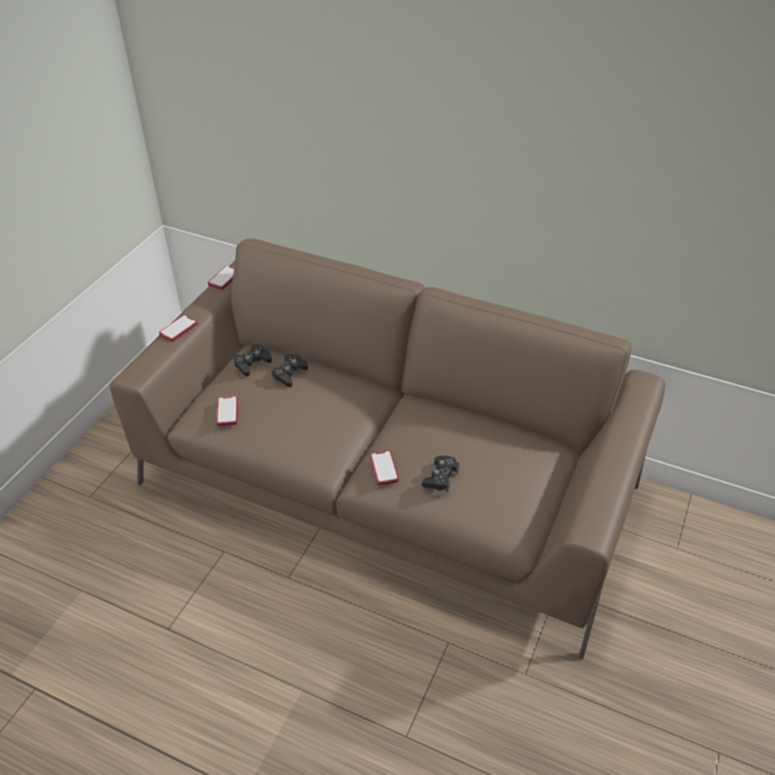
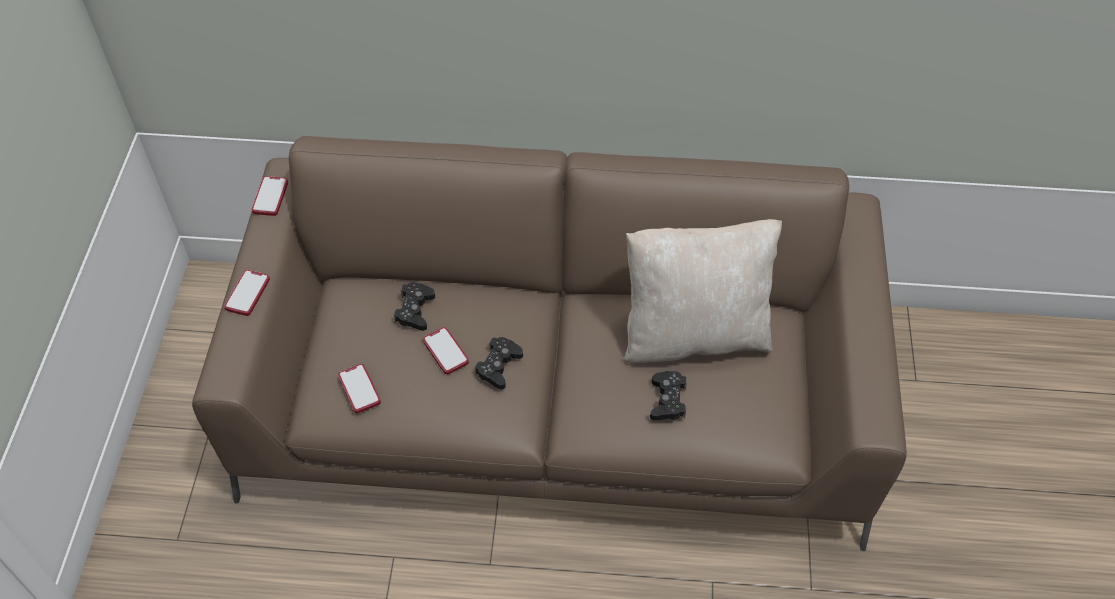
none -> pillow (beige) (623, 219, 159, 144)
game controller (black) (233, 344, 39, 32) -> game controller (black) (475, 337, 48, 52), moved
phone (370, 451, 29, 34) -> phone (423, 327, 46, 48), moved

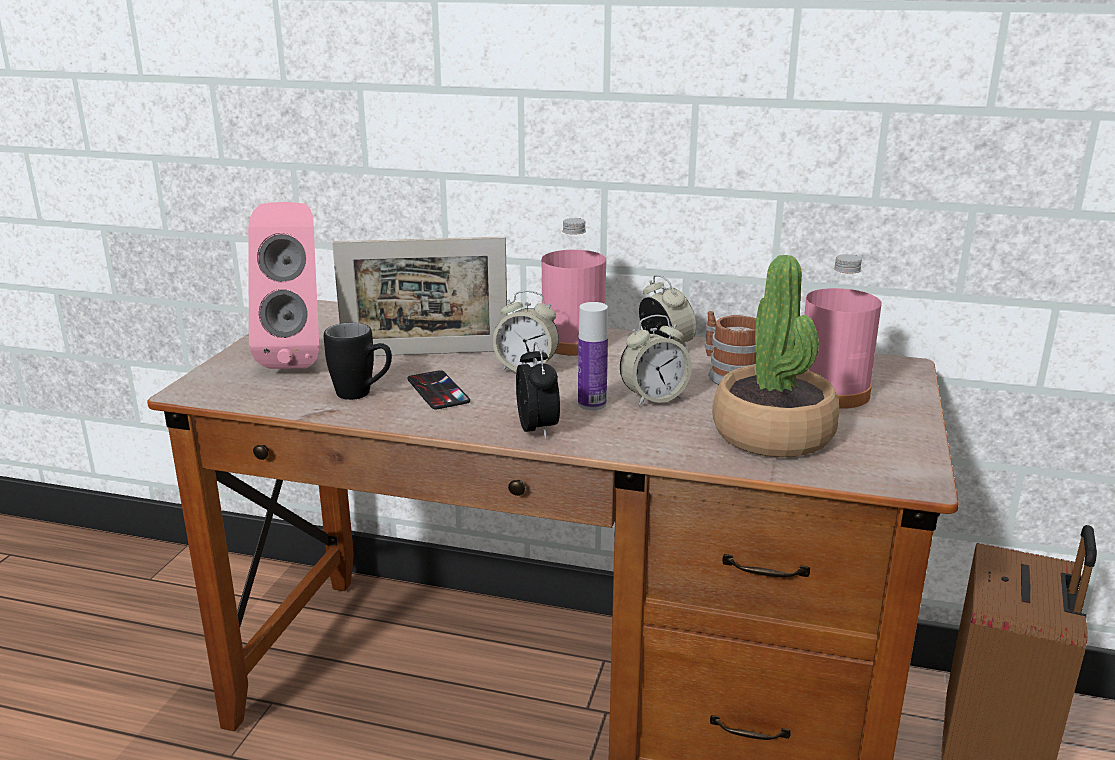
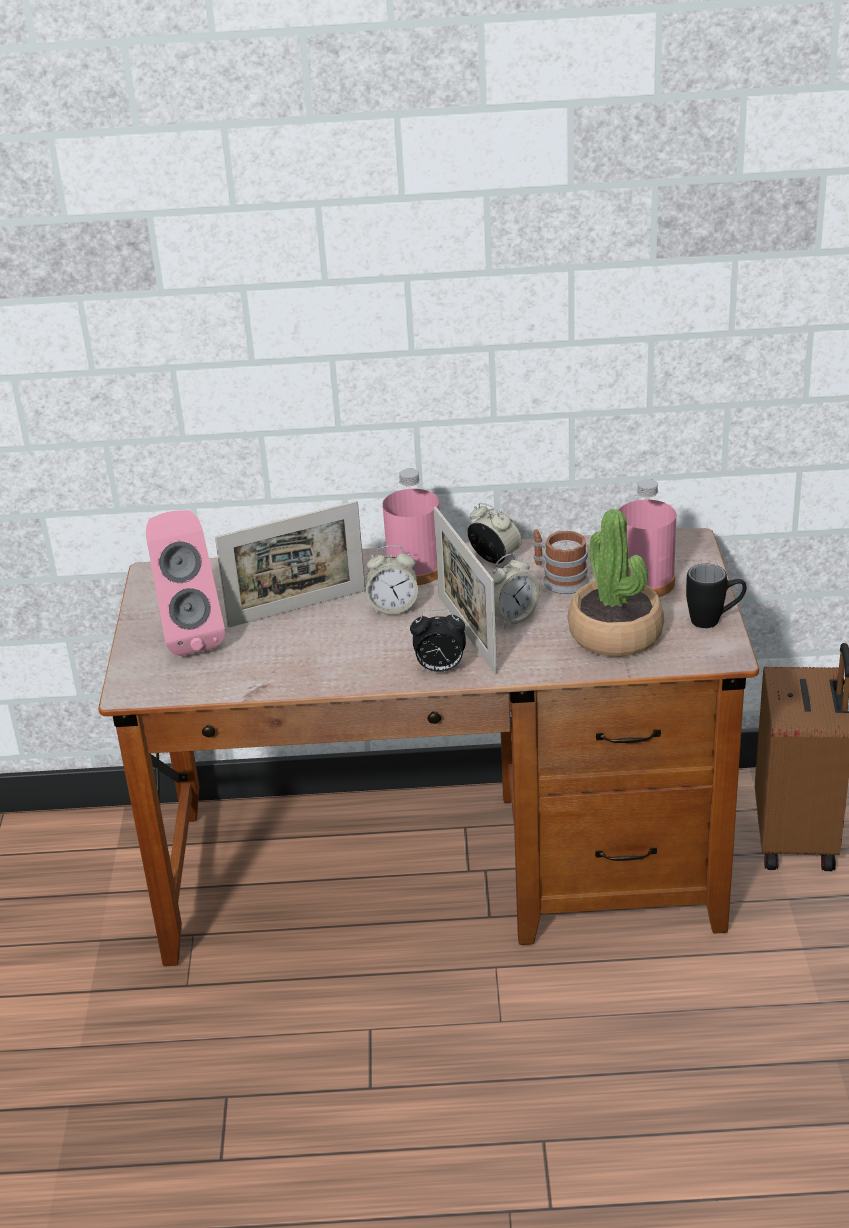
phone (407, 370, 63, 39) -> none
mug (black) (324, 323, 68, 77) -> mug (black) (686, 564, 61, 64), moved
bottle (578, 302, 30, 108) -> picture frame (434, 507, 63, 167)
alarm clock (516, 342, 44, 98) -> alarm clock (410, 609, 56, 63), 120 degrees clockwise

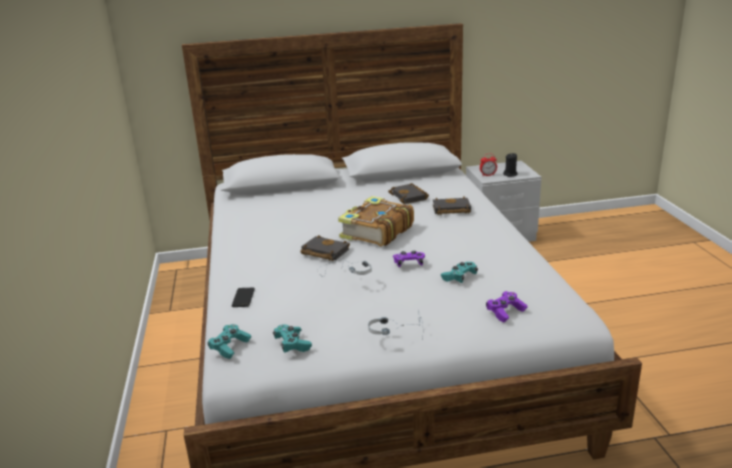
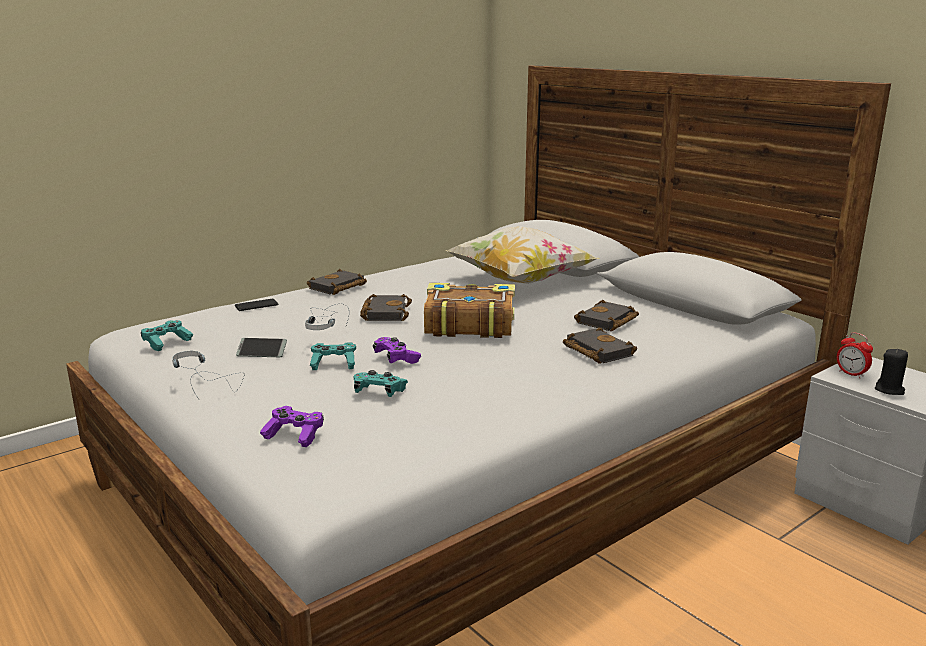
none -> phone (236, 338, 51, 19)
none -> book (black) (307, 269, 60, 26)
none -> pillow (445, 226, 153, 58)
game controller (turquoise) (207, 324, 44, 35) -> game controller (turquoise) (310, 342, 46, 28), moved

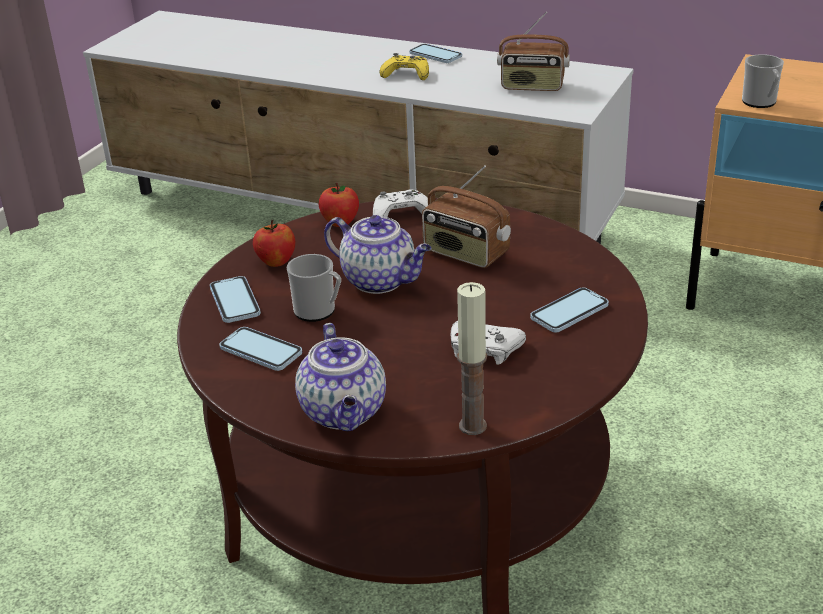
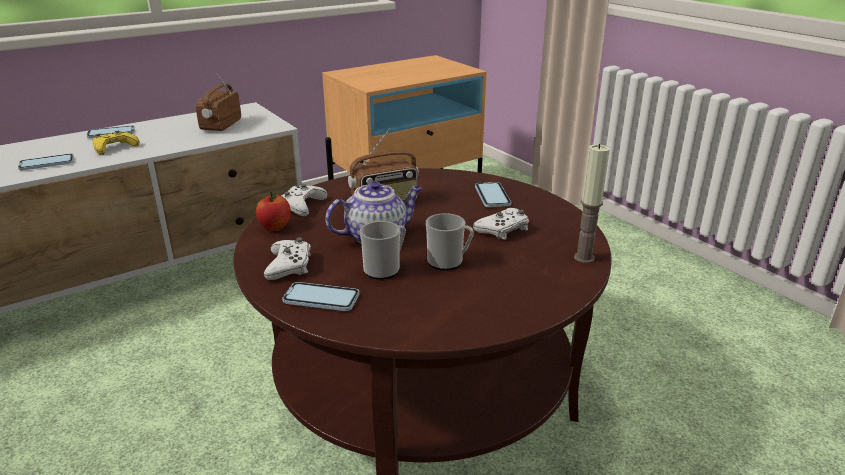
teapot (295, 323, 91, 108) -> none
phone (219, 327, 83, 44) -> phone (18, 154, 56, 16), moved
mug (742, 54, 42, 54) -> mug (426, 213, 48, 58), moved
apple (253, 220, 42, 47) -> game controller (white) (264, 237, 47, 43)
radio (497, 12, 73, 79) -> radio (195, 73, 46, 59), 150 degrees clockwise

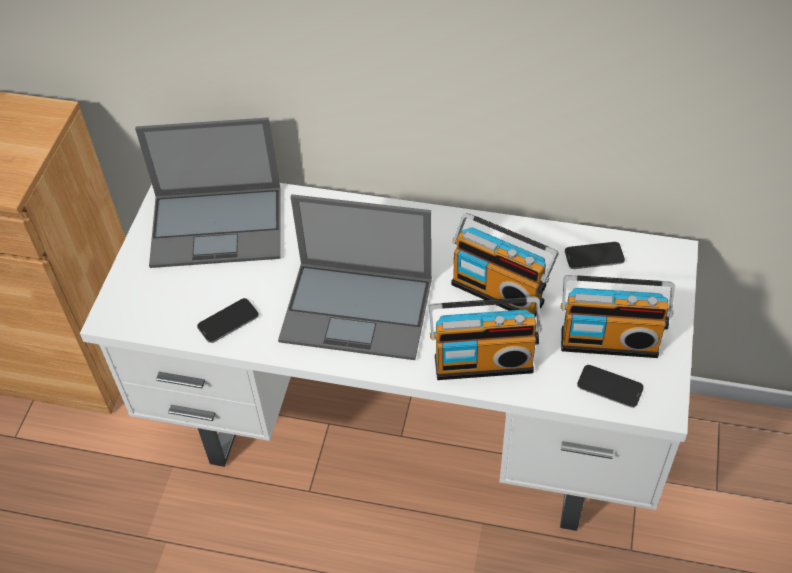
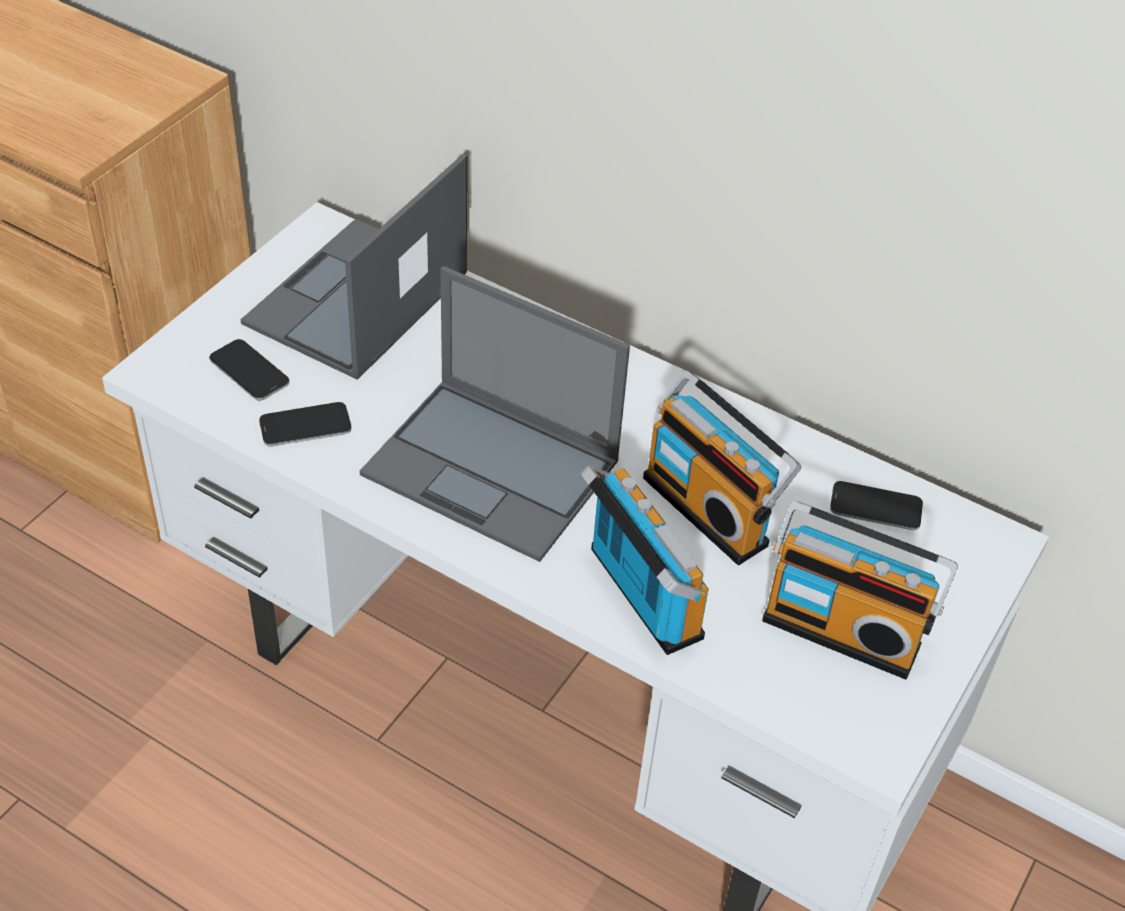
phone (577, 365, 67, 43) -> phone (209, 339, 81, 61), moved
laptop (135, 117, 146, 151) -> laptop (240, 154, 227, 226), 105 degrees clockwise
radio (429, 296, 113, 84) -> radio (581, 464, 127, 191), 135 degrees counterclockwise

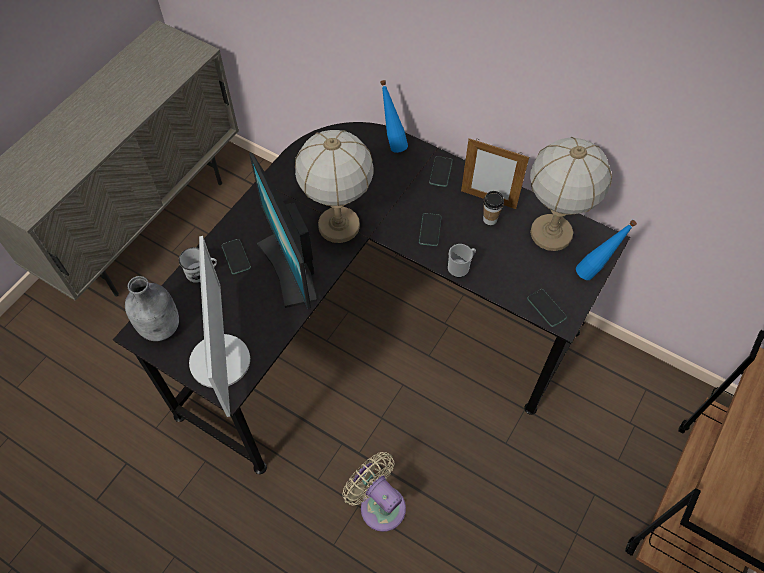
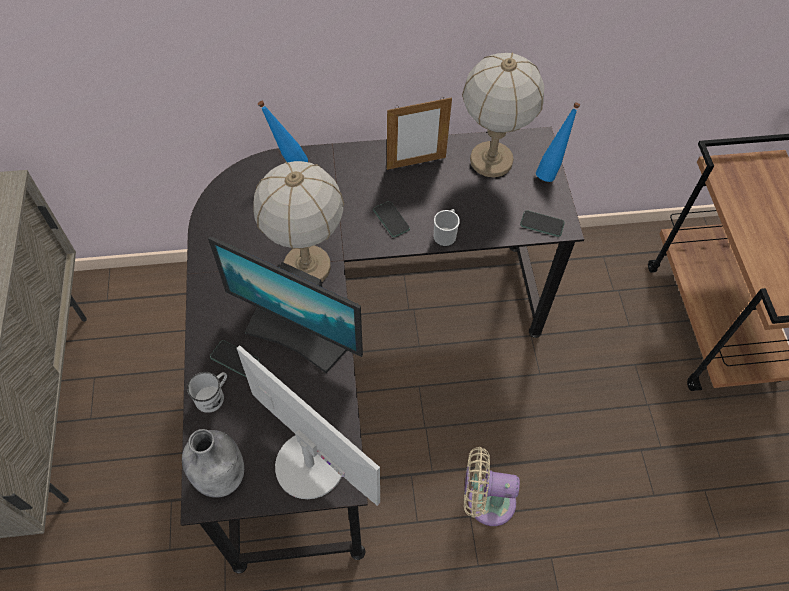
phone (429, 156, 24, 31) -> none
cup (483, 191, 21, 34) -> none

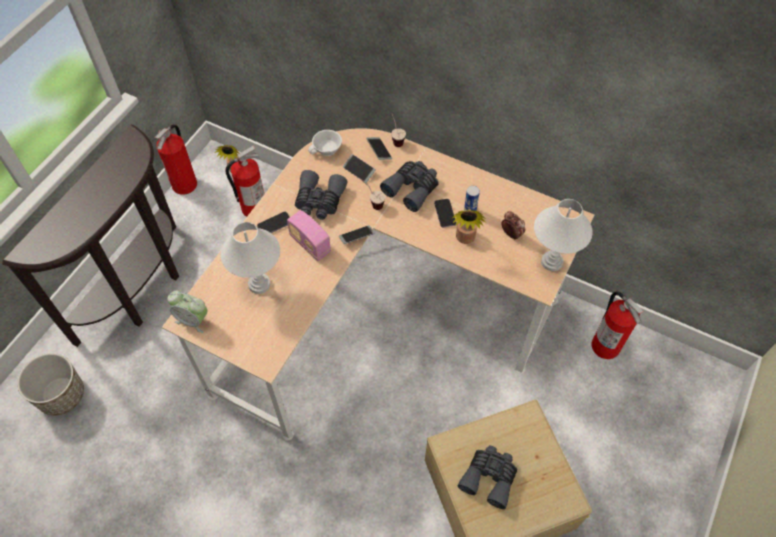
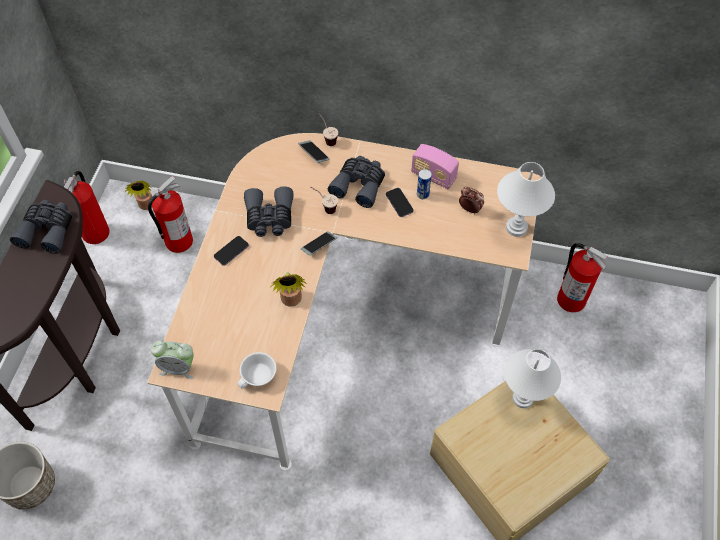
phone (343, 154, 32, 29) -> none
table lamp (white) (221, 222, 59, 72) -> table lamp (white) (504, 349, 57, 59), moved
radio (287, 210, 44, 51) -> radio (411, 144, 48, 45), moved
cup (white) (308, 130, 34, 26) -> cup (white) (238, 352, 39, 37), moved
potted plant (452, 209, 34, 35) -> potted plant (271, 272, 36, 35), moved
binoculars (grey) (458, 446, 60, 63) -> binoculars (grey) (10, 200, 62, 54), moved

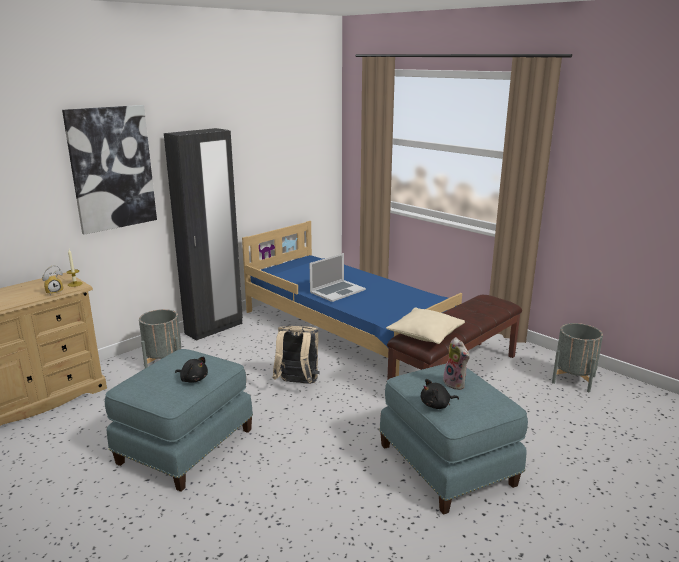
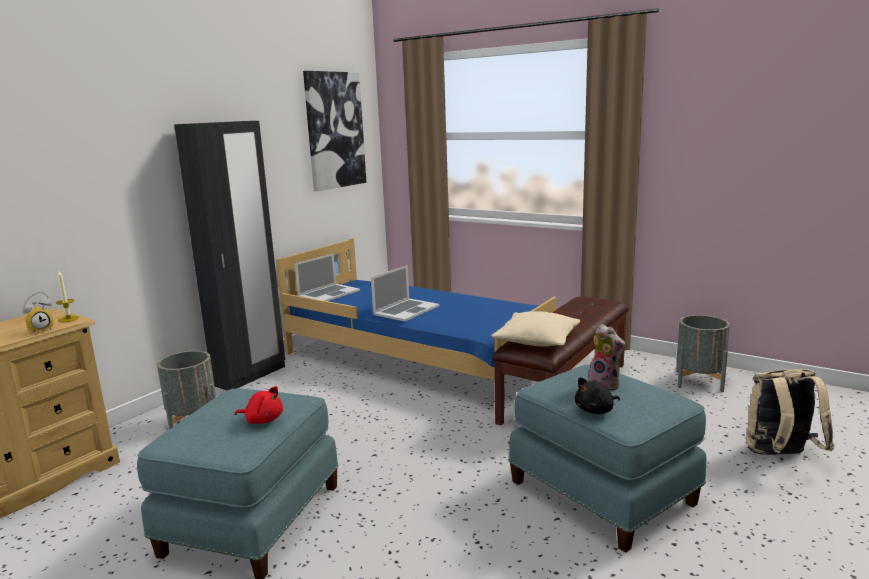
none -> laptop (294, 253, 66, 48)
picture (62, 105, 95, 130) -> picture (303, 71, 63, 120), moved
backpack (beige) (272, 326, 48, 58) -> backpack (beige) (746, 369, 89, 86), moved
plush toy (black) (175, 357, 33, 26) -> plush toy (red) (235, 386, 48, 38)

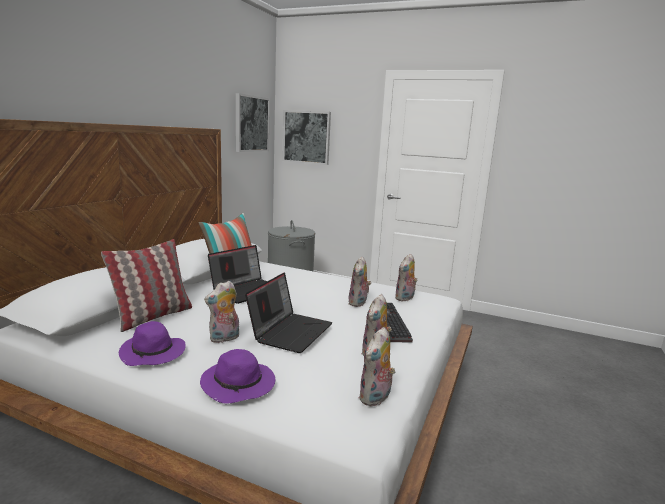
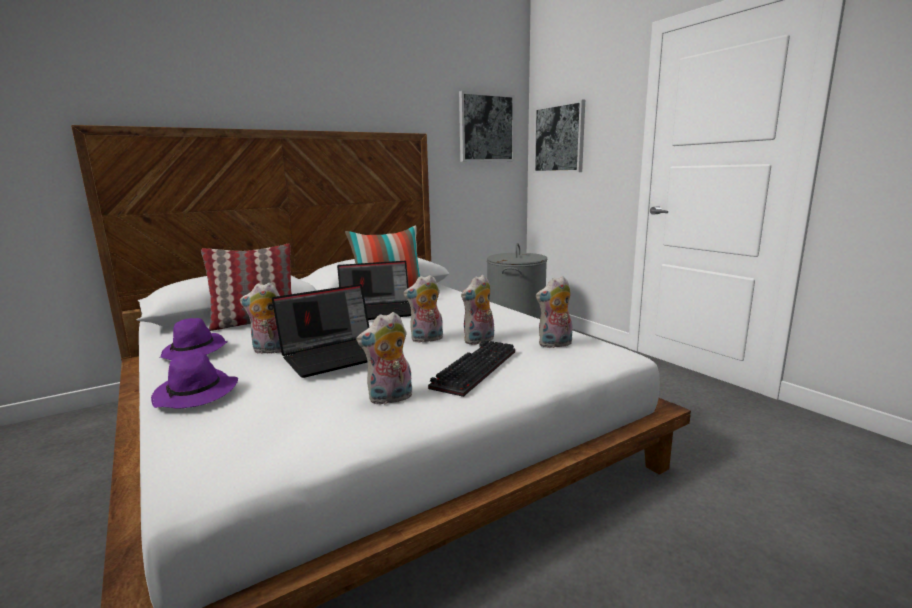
plush toy (358, 327, 37, 79) -> plush toy (403, 275, 40, 68), moved

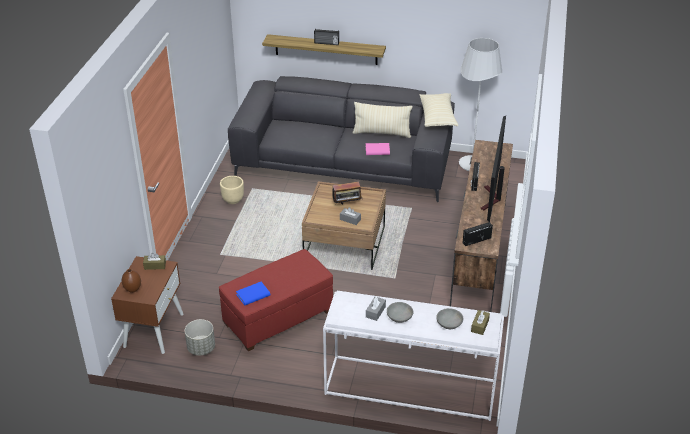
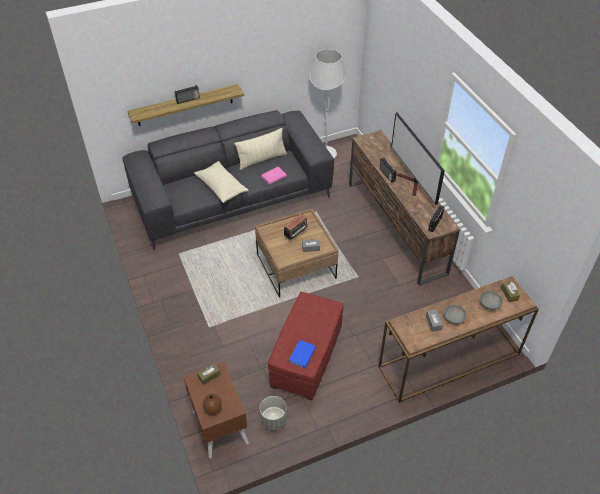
planter (beige) (220, 176, 24, 28) -> none
pillow (beige) (419, 93, 39, 34) -> pillow (beige) (194, 161, 55, 42), moved
console table (white) (323, 291, 181, 130) -> console table (brown) (378, 276, 161, 127)

